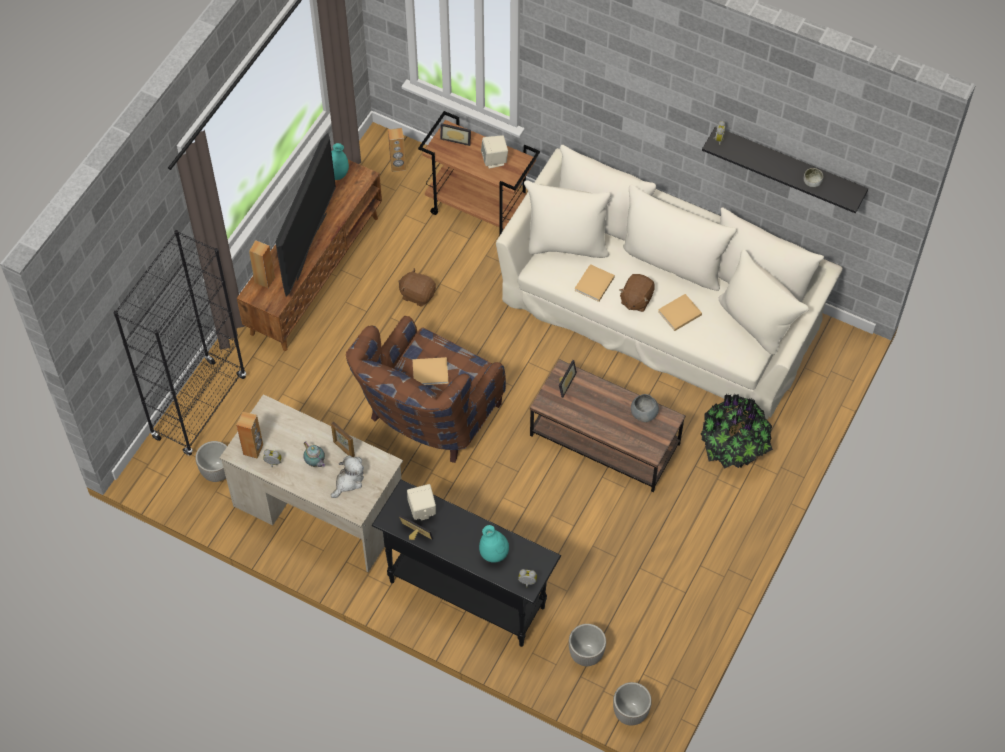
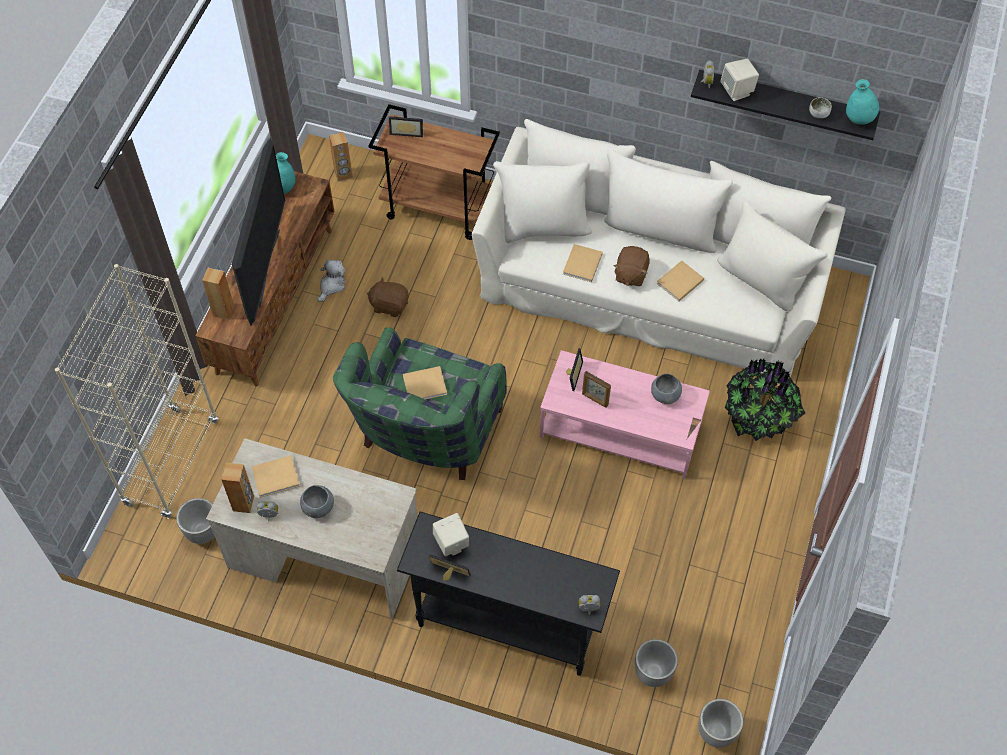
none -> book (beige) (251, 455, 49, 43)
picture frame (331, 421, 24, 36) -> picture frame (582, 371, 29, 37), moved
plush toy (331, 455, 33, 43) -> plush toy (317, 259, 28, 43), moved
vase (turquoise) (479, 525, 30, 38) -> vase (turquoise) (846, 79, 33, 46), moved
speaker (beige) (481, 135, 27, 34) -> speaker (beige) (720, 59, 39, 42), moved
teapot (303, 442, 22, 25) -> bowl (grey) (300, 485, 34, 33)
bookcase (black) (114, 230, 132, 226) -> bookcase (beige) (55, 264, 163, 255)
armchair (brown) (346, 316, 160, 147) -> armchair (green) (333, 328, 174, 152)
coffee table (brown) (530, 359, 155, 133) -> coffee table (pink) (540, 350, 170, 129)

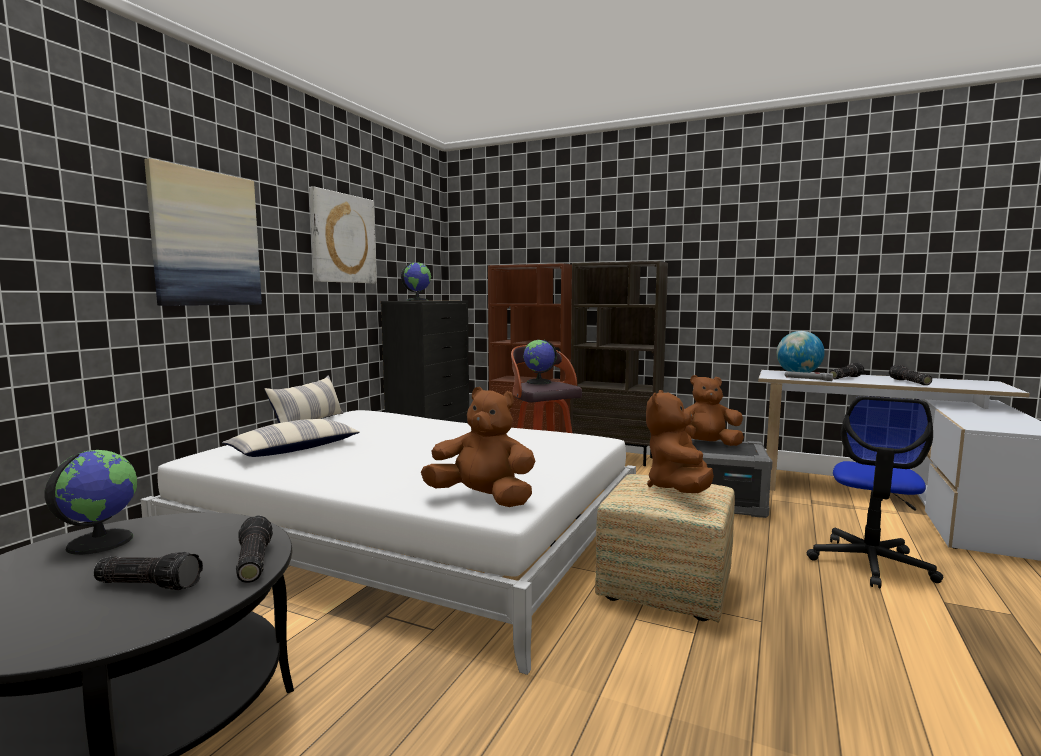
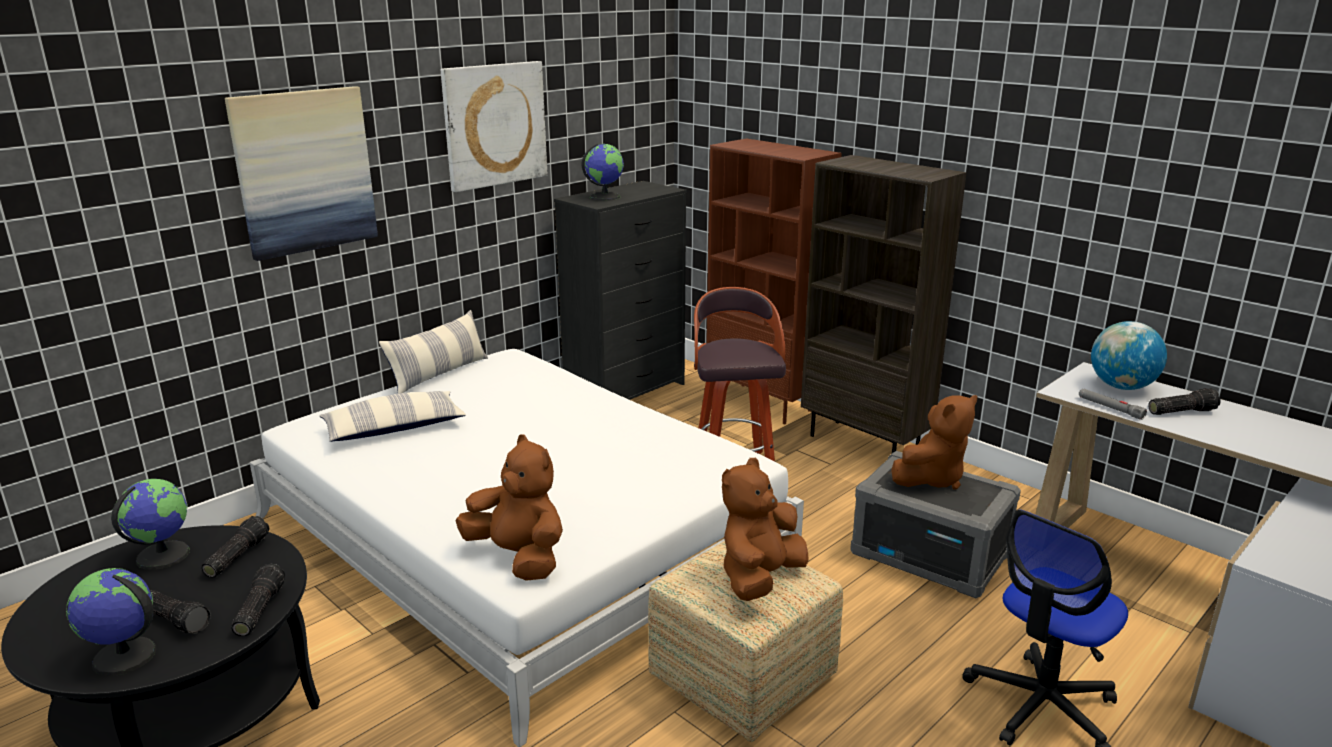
globe (523, 340, 34, 44) -> globe (66, 568, 90, 108), moved
flashlight (889, 365, 43, 20) -> flashlight (201, 516, 68, 62), moved
plush toy (brown) (685, 375, 59, 71) -> plush toy (brown) (891, 395, 86, 95), 120 degrees clockwise

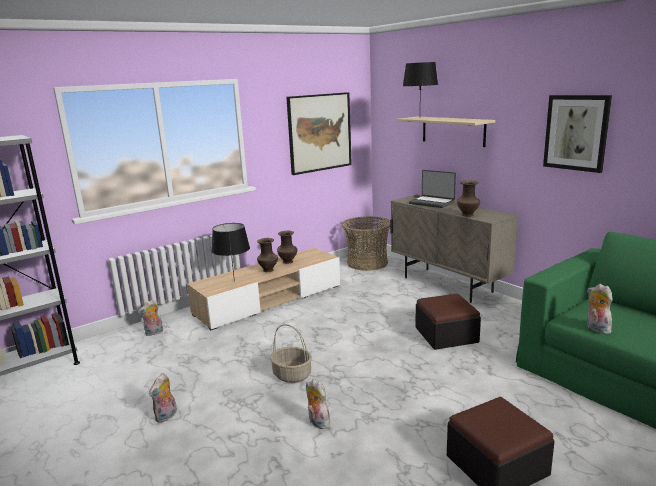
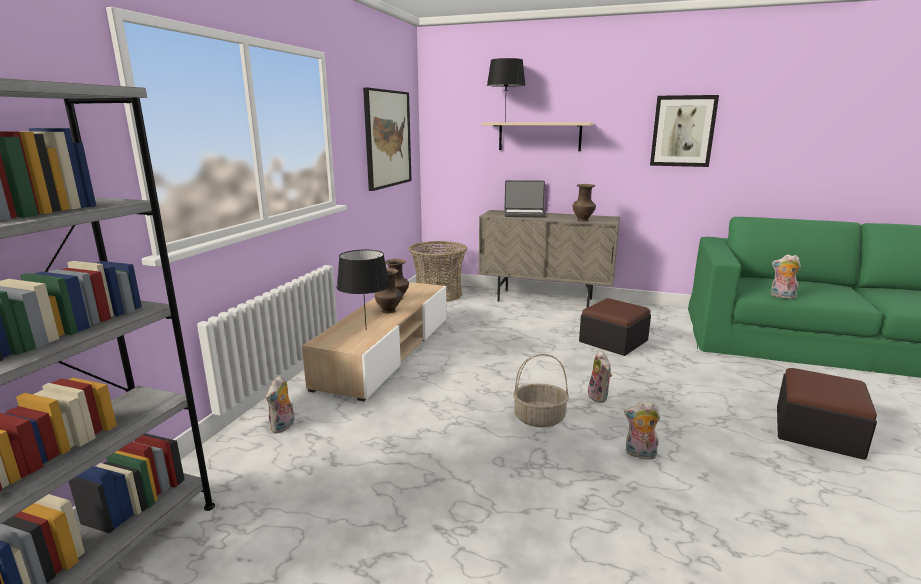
plush toy (149, 373, 28, 50) -> plush toy (588, 350, 24, 53), moved

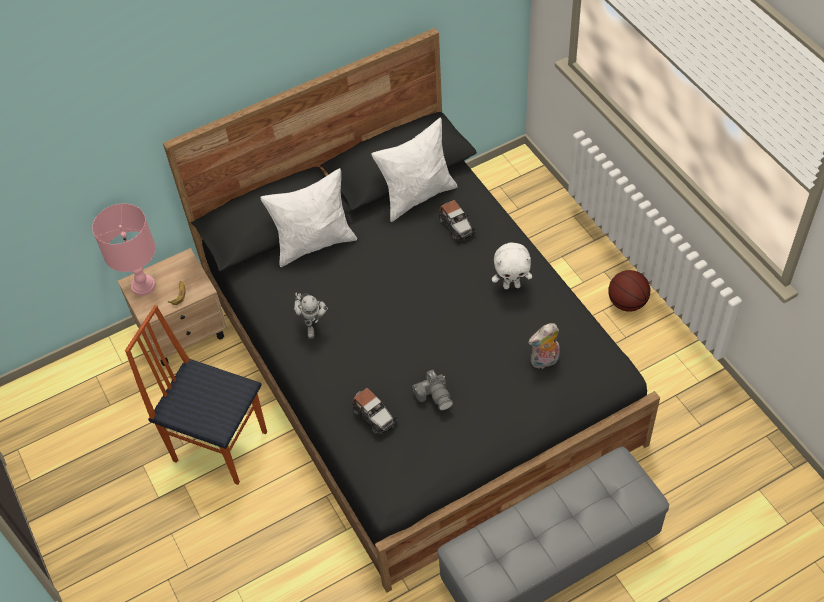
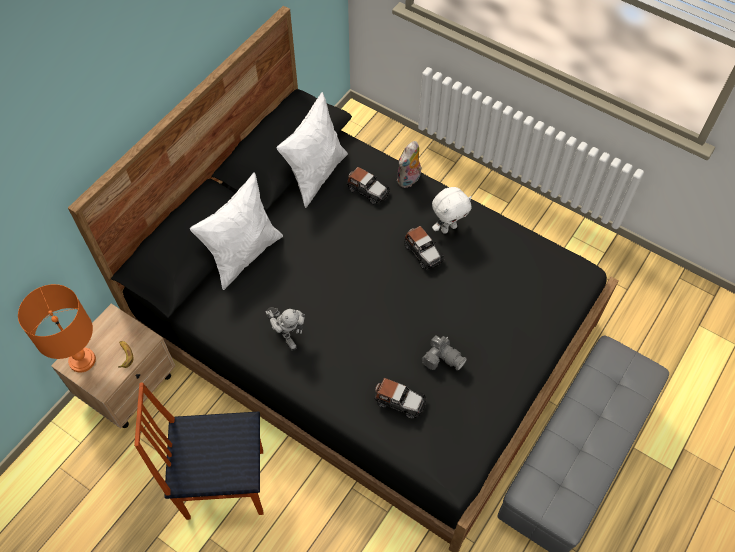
basketball (608, 270, 42, 42) -> none
none -> toy car (404, 226, 40, 43)
plush toy (528, 323, 32, 46) -> plush toy (397, 141, 25, 47), moved
table lamp (pink) (92, 204, 64, 92) -> table lamp (orange) (18, 284, 78, 89)

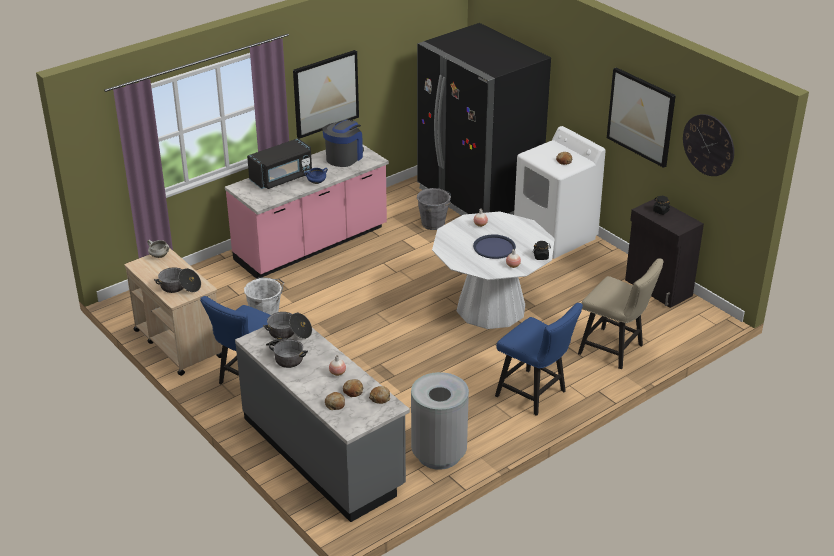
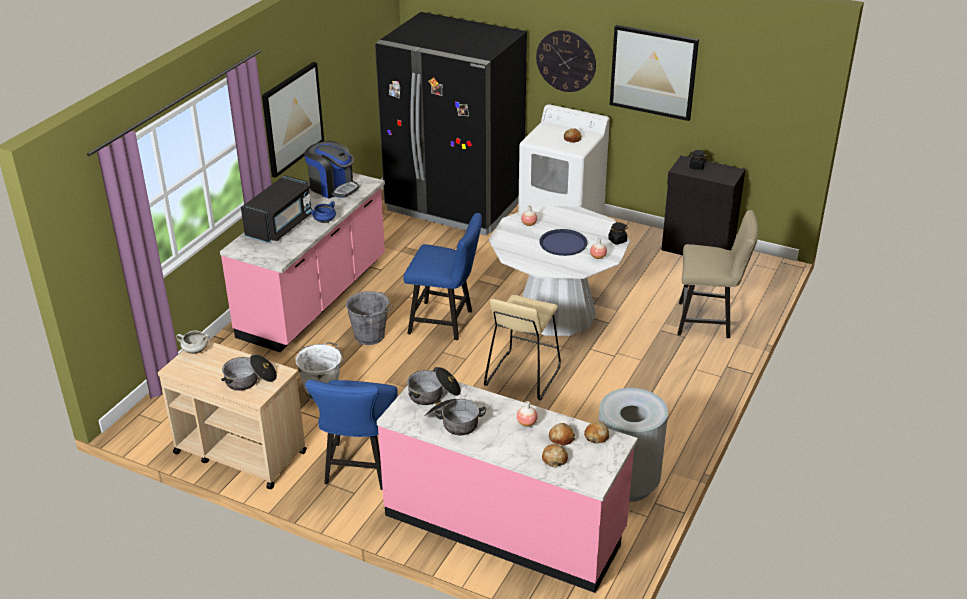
none -> stool (beige) (484, 295, 77, 105)
bucket (grey) (417, 188, 34, 42) -> bucket (grey) (346, 291, 47, 54), moved
chair (blue) (495, 303, 88, 113) -> chair (blue) (403, 213, 79, 127), moved
wall clock (683, 114, 51, 62) -> wall clock (536, 30, 60, 62), moved
counter (grey) (235, 327, 175, 195) -> counter (pink) (377, 370, 261, 223)
coffee machine (323, 119, 41, 48) -> coffee machine (304, 141, 56, 58), 120 degrees clockwise

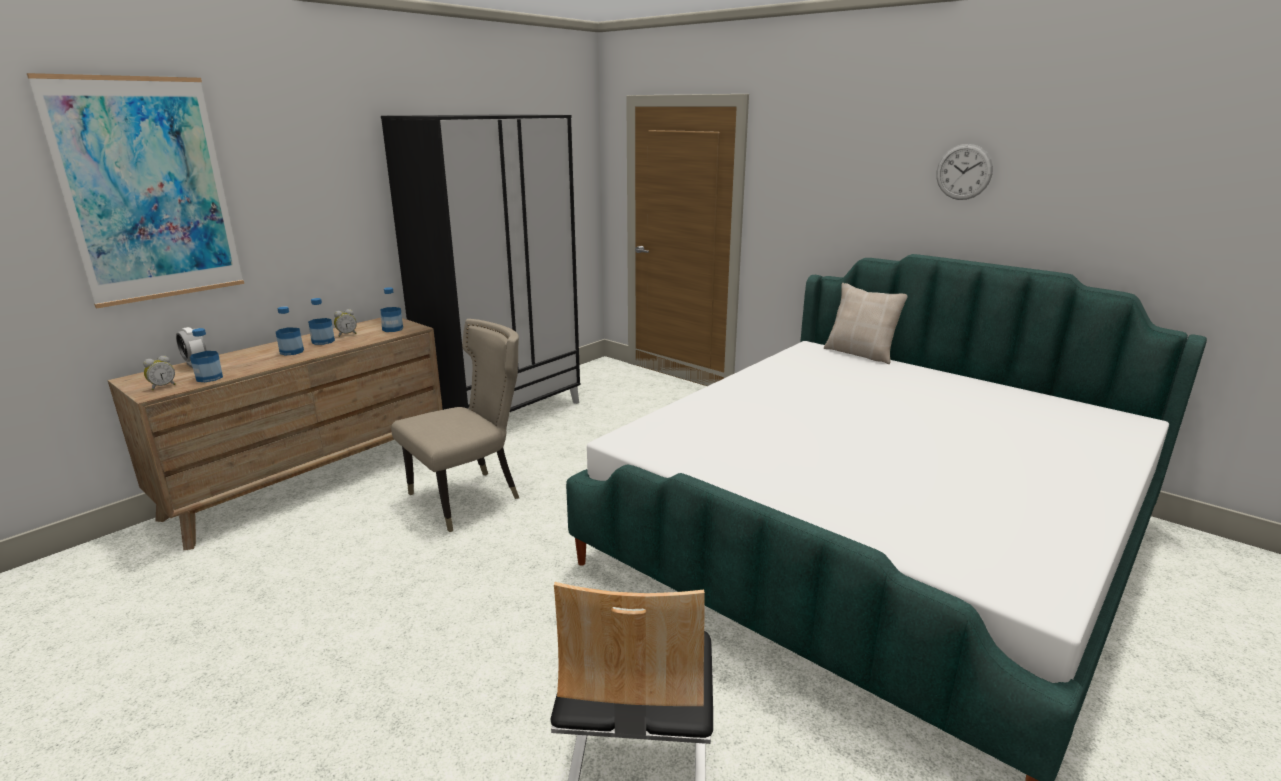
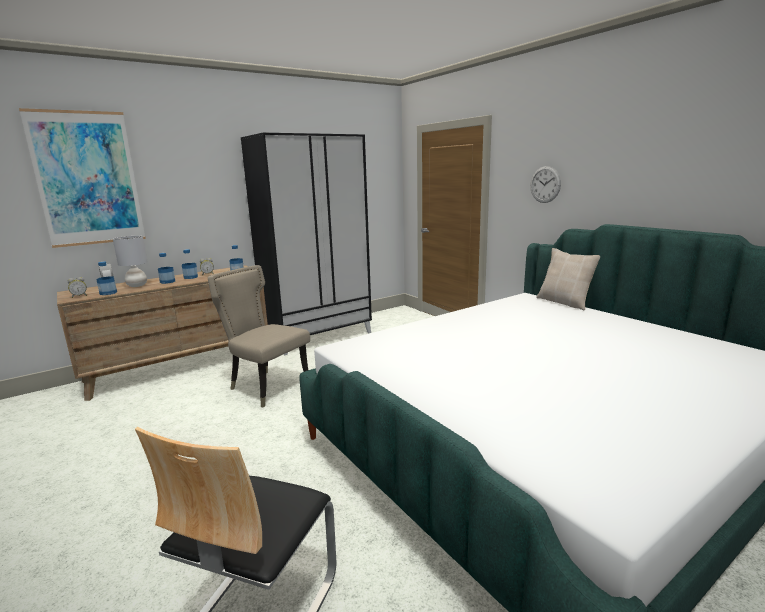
none -> table lamp (grey) (113, 236, 35, 51)
wall clock (936, 144, 57, 56) -> wall clock (530, 166, 31, 37), moved
chair (beige) (391, 319, 128, 213) -> chair (beige) (208, 265, 102, 143), 120 degrees counterclockwise

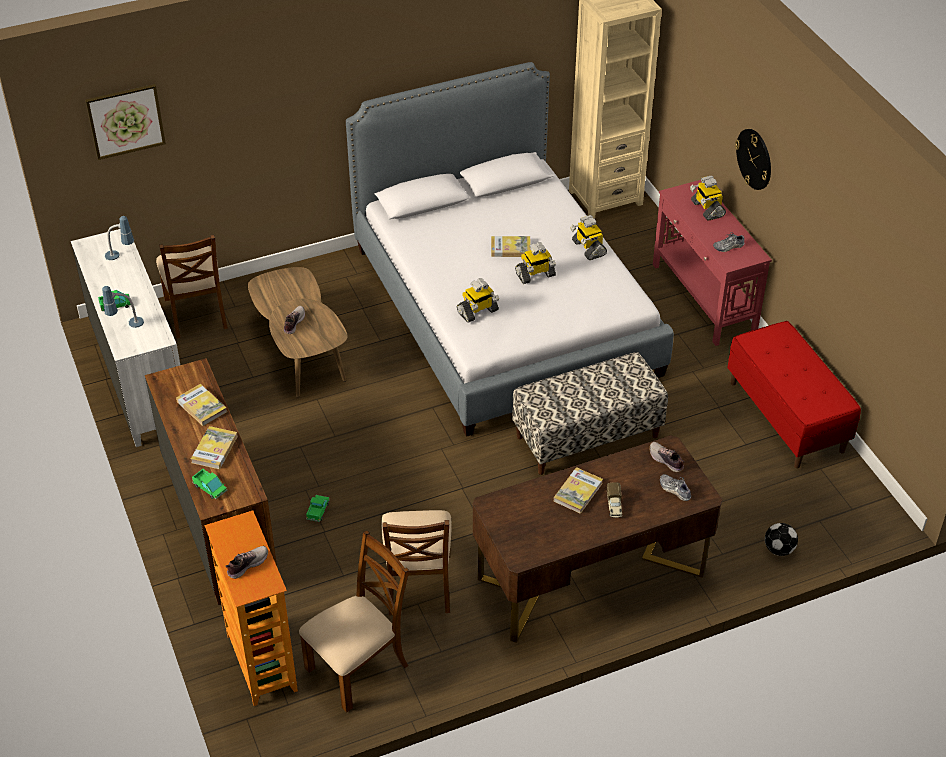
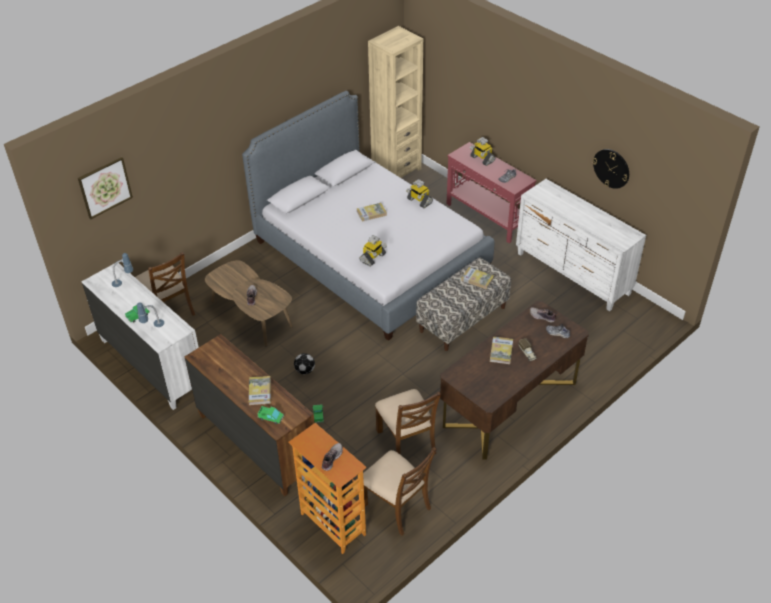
toy robot (515, 242, 41, 42) -> none
book (176, 384, 51, 42) -> book (461, 267, 33, 22), moved
wall clock (735, 129, 36, 61) -> wall clock (593, 149, 36, 40), moved
football (765, 523, 33, 33) -> football (294, 353, 21, 21), moved
bench (red) (728, 321, 133, 147) -> dresser (white) (516, 179, 130, 132)
chair (brown) (299, 531, 110, 181) -> chair (brown) (363, 447, 74, 88), 105 degrees clockwise

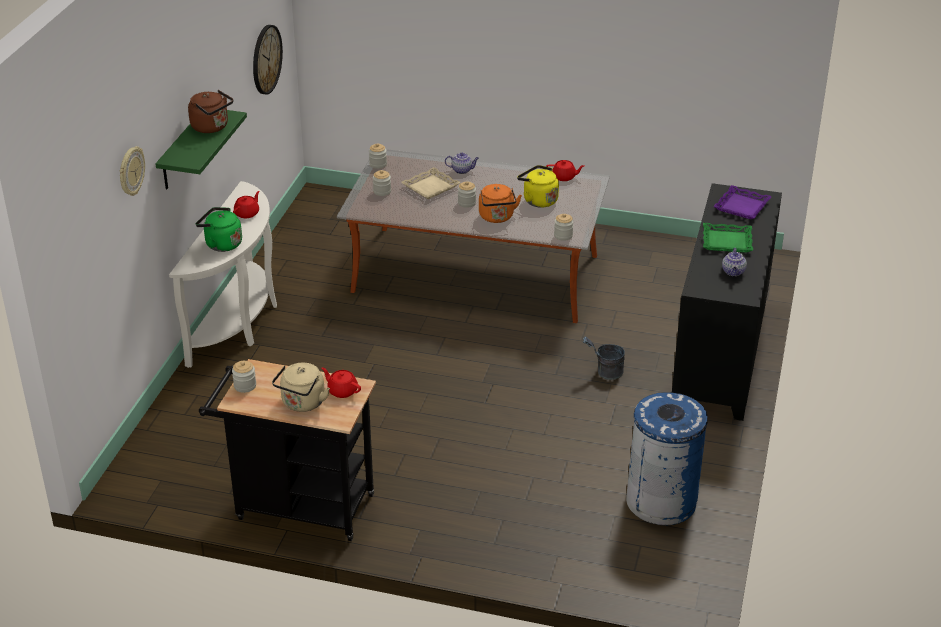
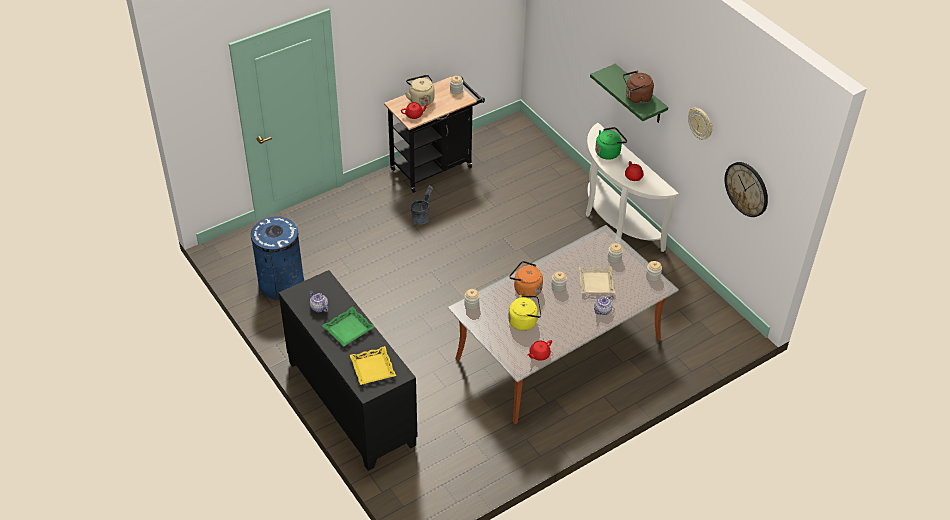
wall clock (120, 146, 25, 50) -> wall clock (688, 107, 24, 33), moved
bucket (grey) (583, 337, 42, 43) -> bucket (grey) (411, 185, 22, 40), moved
tray (purple) (713, 185, 59, 34) -> tray (yellow) (350, 346, 46, 39)

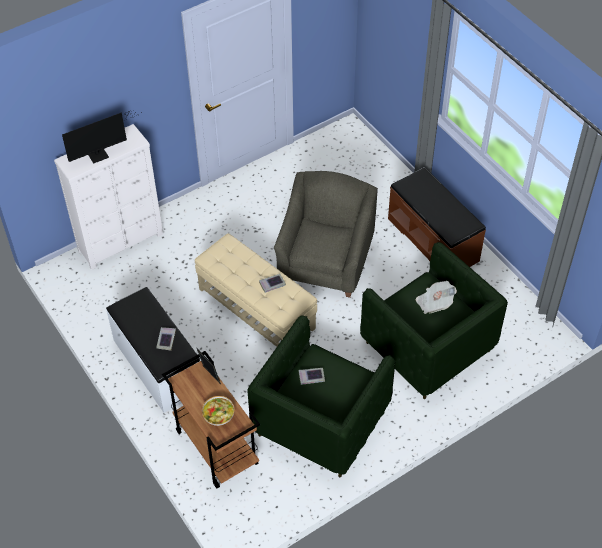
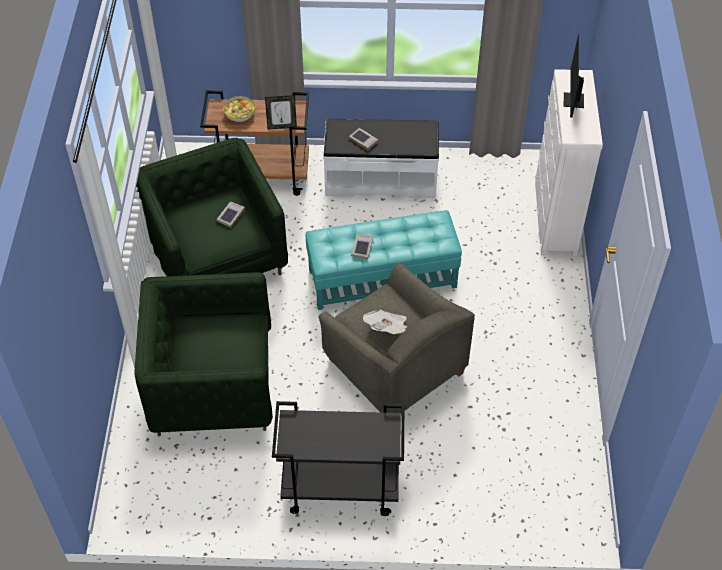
newspaper (416, 281, 41, 33) -> newspaper (363, 310, 44, 24), moved
bench (brown) (388, 167, 98, 100) -> cart (black) (272, 401, 132, 115)
ottoman (beige) (195, 233, 122, 114) -> ottoman (turquoise) (306, 210, 156, 100)

